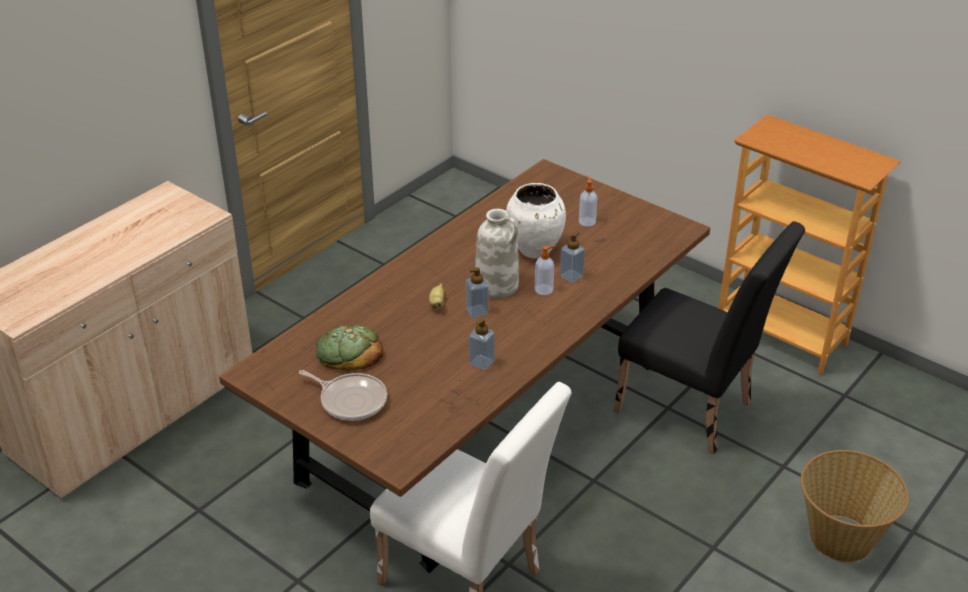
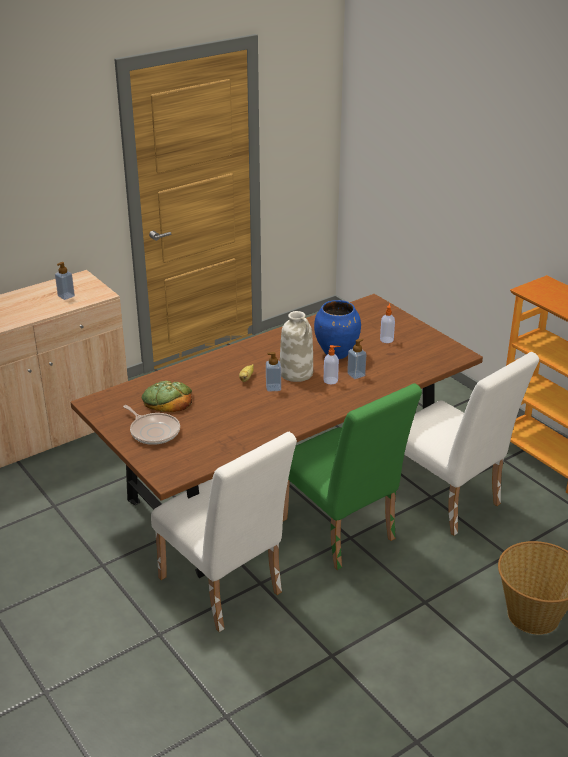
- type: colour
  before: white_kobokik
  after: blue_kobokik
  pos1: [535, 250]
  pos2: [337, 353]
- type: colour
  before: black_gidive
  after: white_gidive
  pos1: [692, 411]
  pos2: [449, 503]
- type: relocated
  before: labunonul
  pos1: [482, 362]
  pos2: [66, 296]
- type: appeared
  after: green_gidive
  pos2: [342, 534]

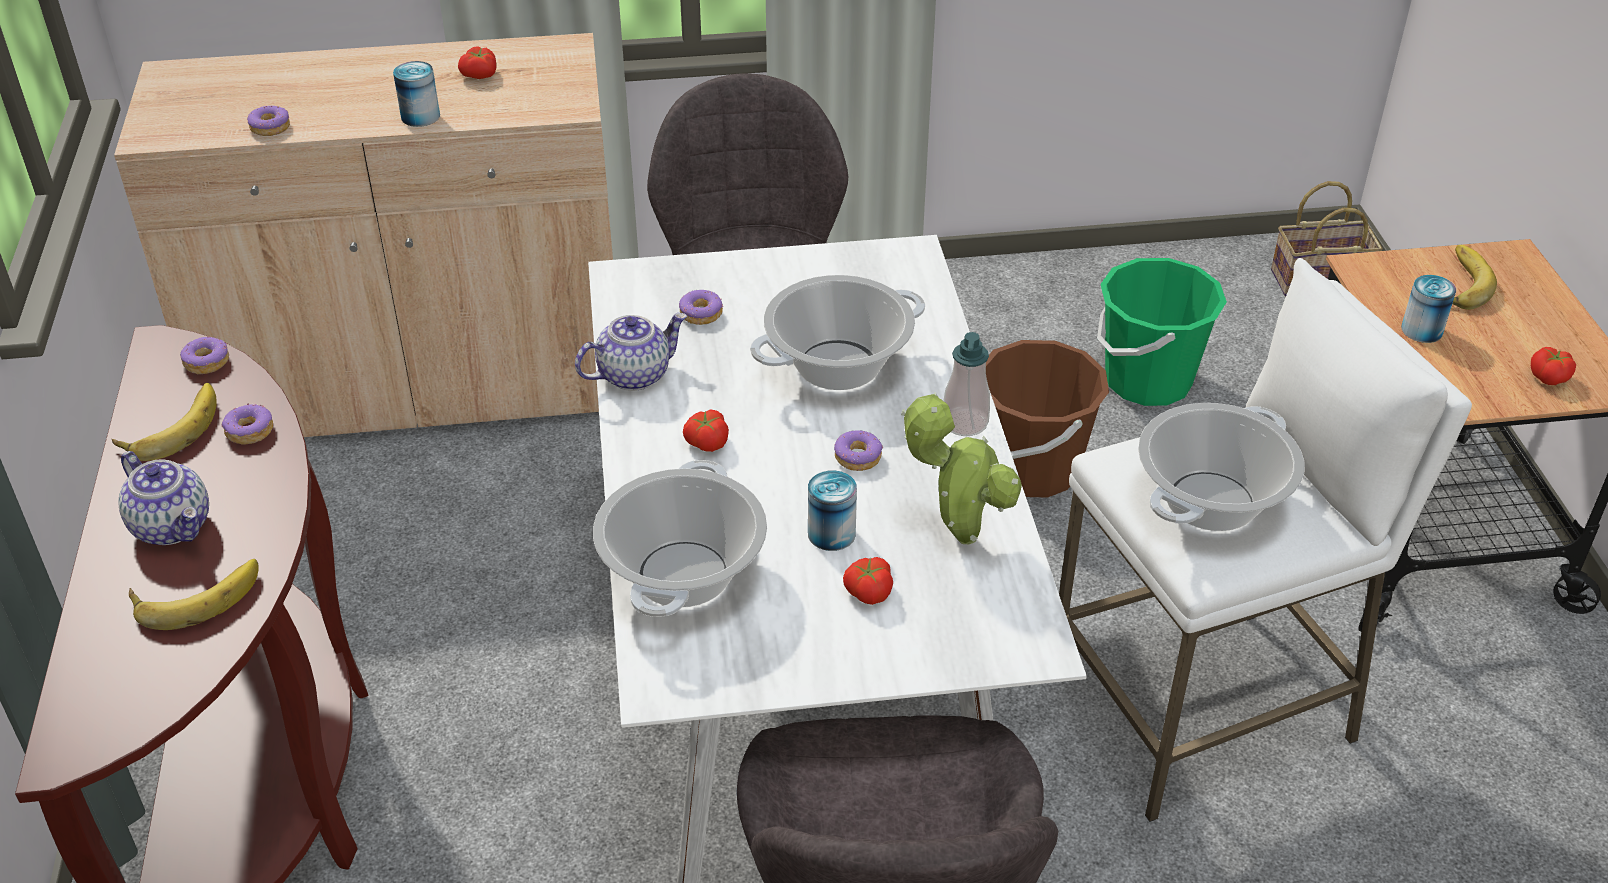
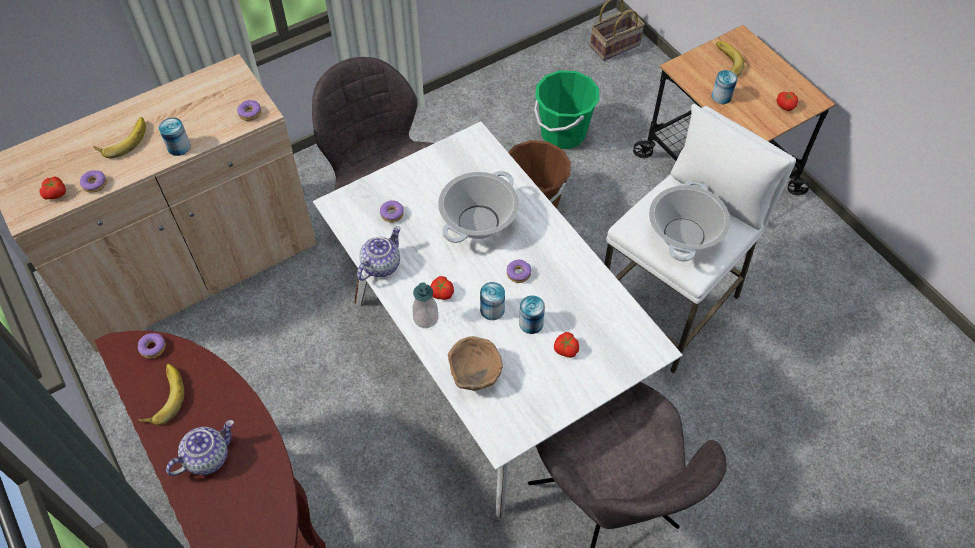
- type: relocated
  before: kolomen
  pos1: [481, 75]
  pos2: [56, 194]
- type: relocated
  before: labunonul
  pos1: [965, 423]
  pos2: [426, 318]
- type: missing
  before: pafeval
  pos1: [958, 535]
- type: relocated
  before: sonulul
  pos1: [249, 431]
  pos2: [250, 113]
- type: spun
  before: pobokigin
  pos1: [173, 526]
  pos2: [207, 457]
  turn: -60
- type: exchanged
  before: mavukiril
  after: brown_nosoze
  pos1: [684, 574]
  pos2: [476, 374]
- type: relocated
  before: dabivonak
  pos1: [196, 595]
  pos2: [123, 139]
- type: appeared
  after: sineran
  pos2: [492, 309]

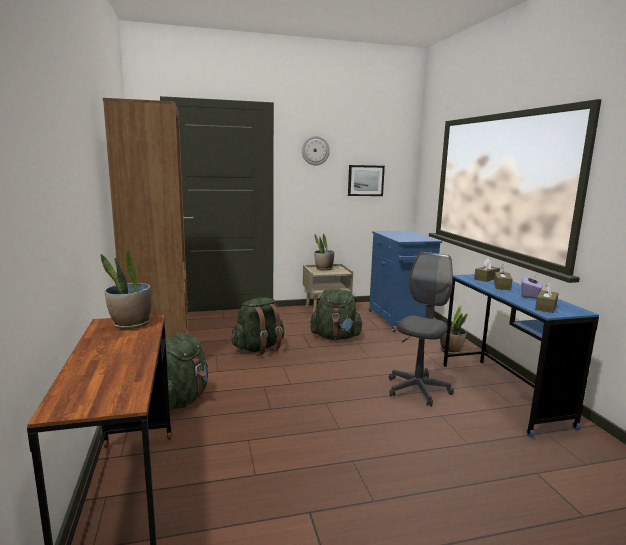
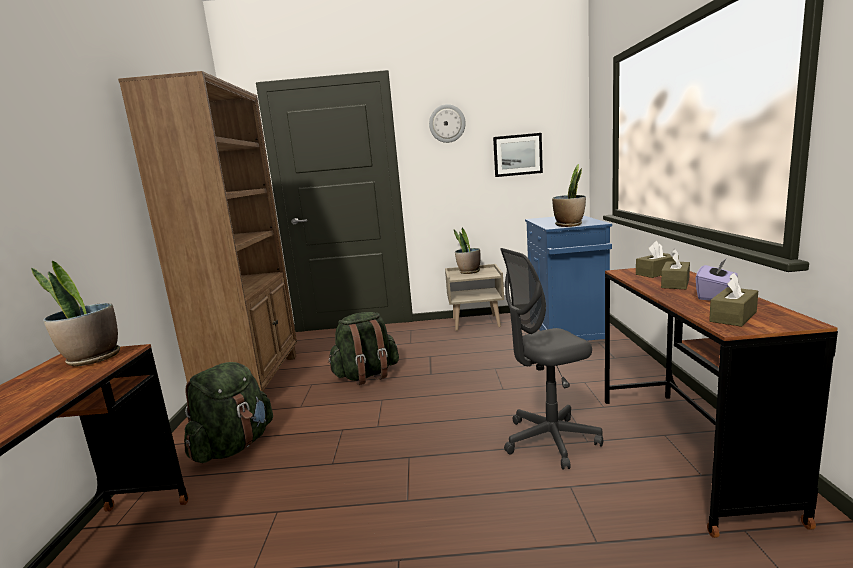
- type: spun
  before: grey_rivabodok
  pos1: [417, 390]
  pos2: [550, 441]
  turn: -150
- type: colour
  before: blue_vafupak
  after: brown_vafupak
  pos1: [502, 393]
  pos2: [685, 451]
- type: missing
  before: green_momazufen
  pos1: [335, 337]
- type: relocated
  before: pafeval
  pos1: [451, 351]
  pos2: [569, 225]

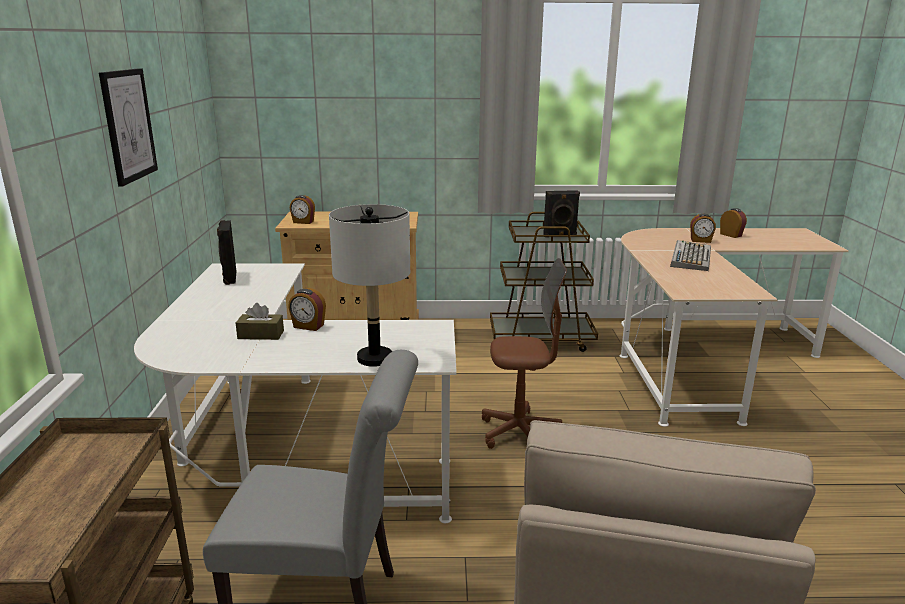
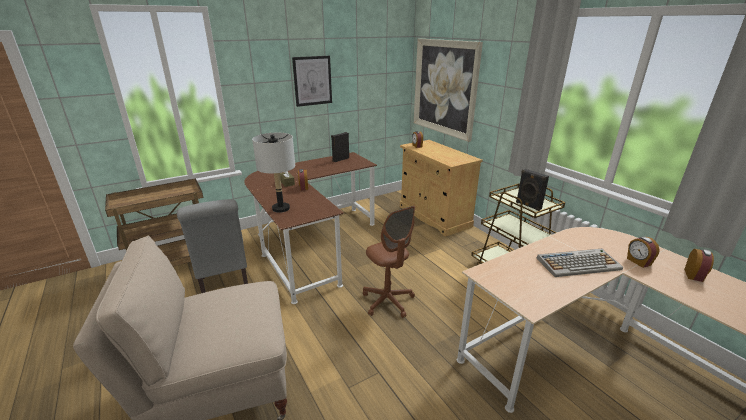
- type: colour
  before: white_vafupak
  after: brown_vafupak
  pos1: [287, 456]
  pos2: [311, 244]
- type: appeared
  after: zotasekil
  pos2: [445, 88]

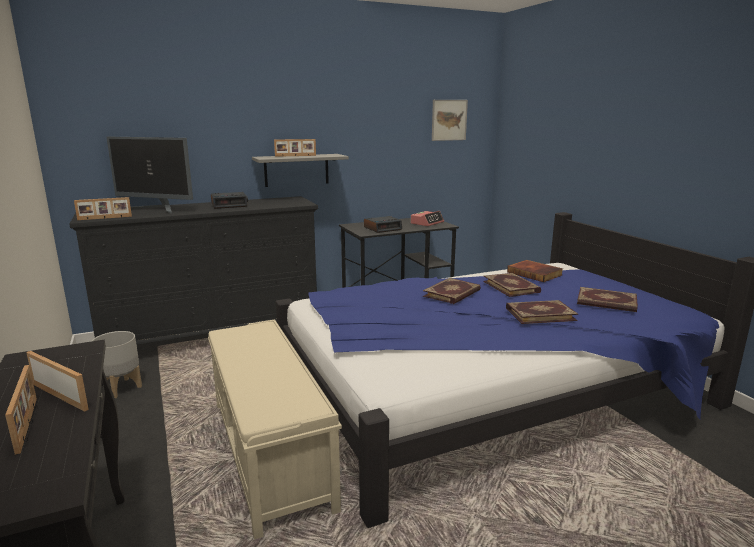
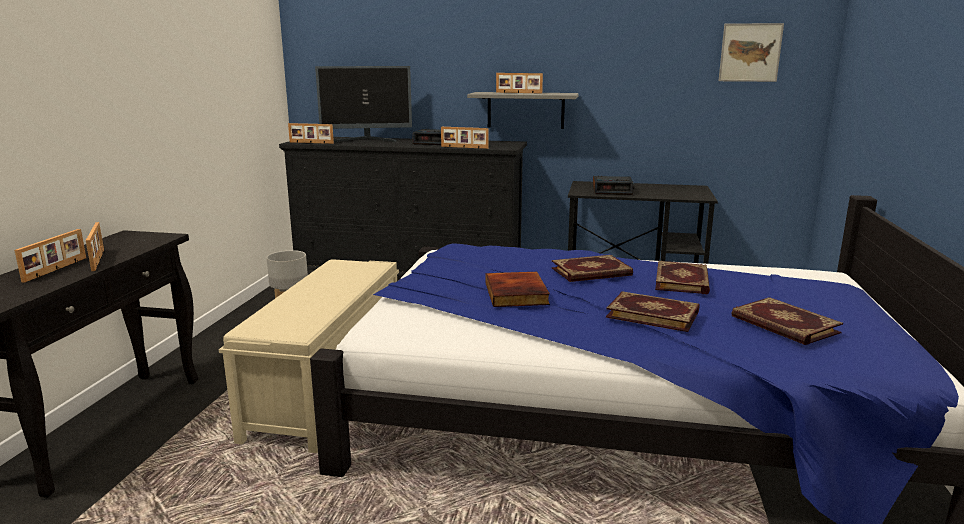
- type: spun
  before: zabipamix
  pos1: [157, 209]
  pos2: [367, 140]
  turn: -60
- type: missing
  before: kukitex
  pos1: [427, 223]
- type: relocated
  before: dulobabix
  pos1: [535, 273]
  pos2: [518, 293]
- type: appeared
  after: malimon
  pos2: [464, 147]

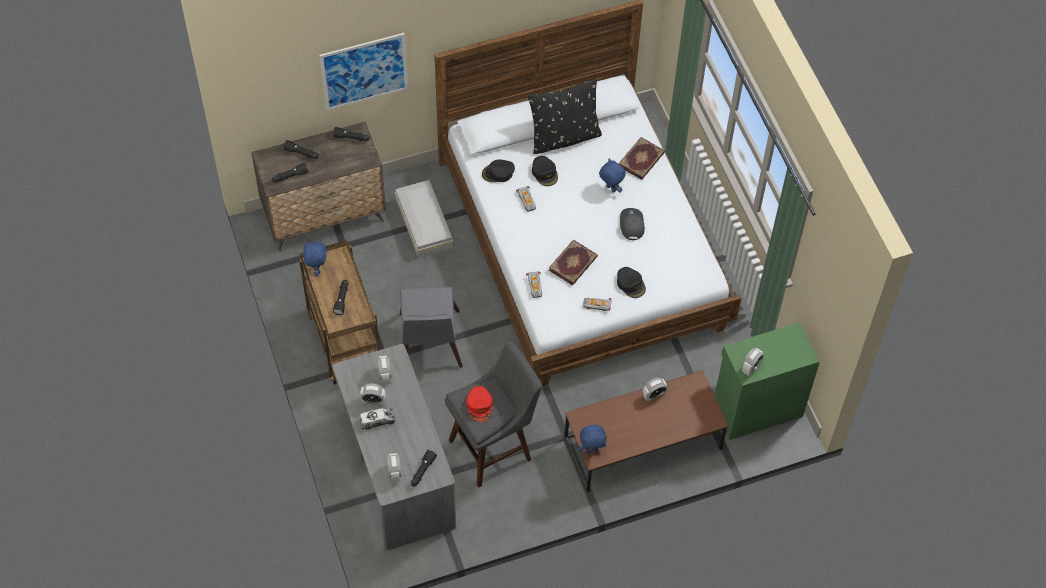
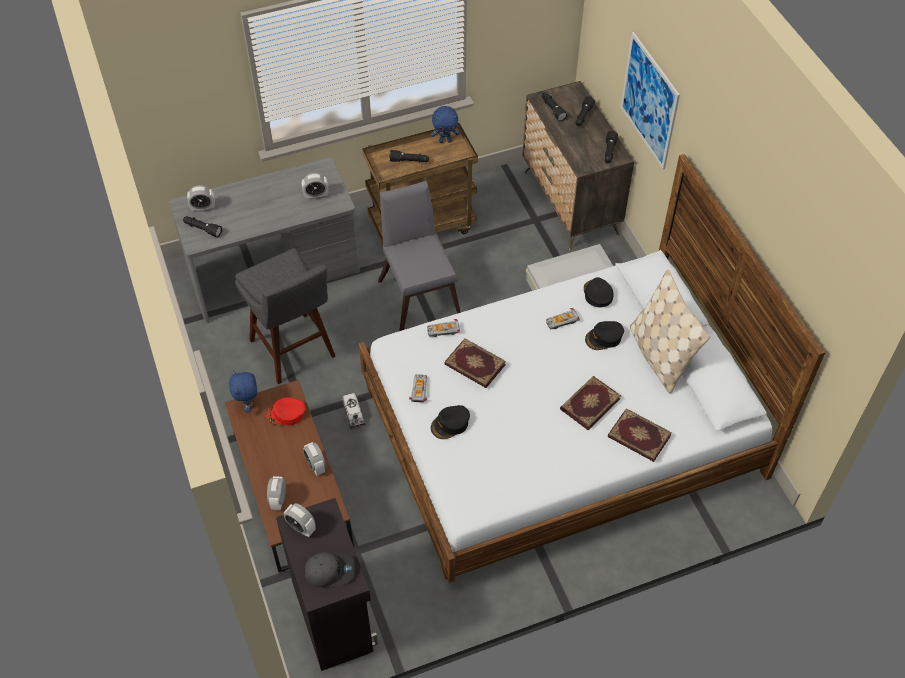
- type: colour
  before: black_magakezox
  after: beige_magakezox
  pos1: [564, 138]
  pos2: [659, 356]
- type: exchanged
  before: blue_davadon
  after: dulobabix
  pos1: [610, 189]
  pos2: [589, 403]
- type: relocated
  before: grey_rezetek
  pos1: [631, 225]
  pos2: [330, 571]
- type: spun
  before: grey_gidive
  pos1: [429, 345]
  pos2: [418, 293]
  turn: 75
- type: colour
  before: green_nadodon
  after: black_nadodon
  pos1: [756, 409]
  pos2: [333, 615]
- type: relocated
  before: kukitex
  pos1: [373, 401]
  pos2: [278, 500]
- type: relocated
  before: red_rezetek
  pos1: [480, 405]
  pos2: [286, 414]
- type: relocated
  before: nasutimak
  pos1: [377, 421]
  pos2: [353, 414]

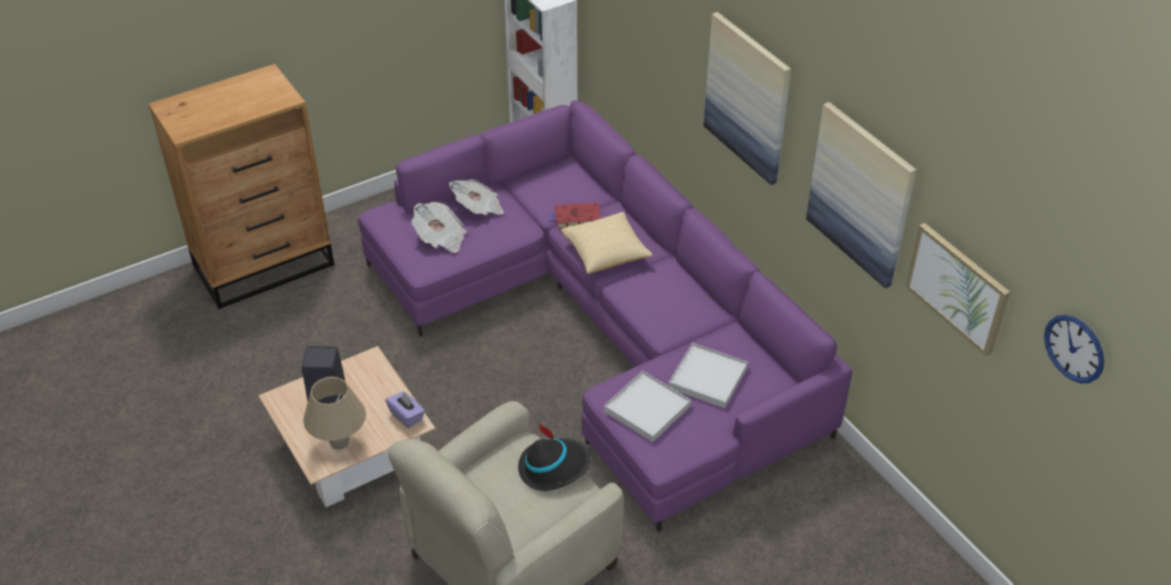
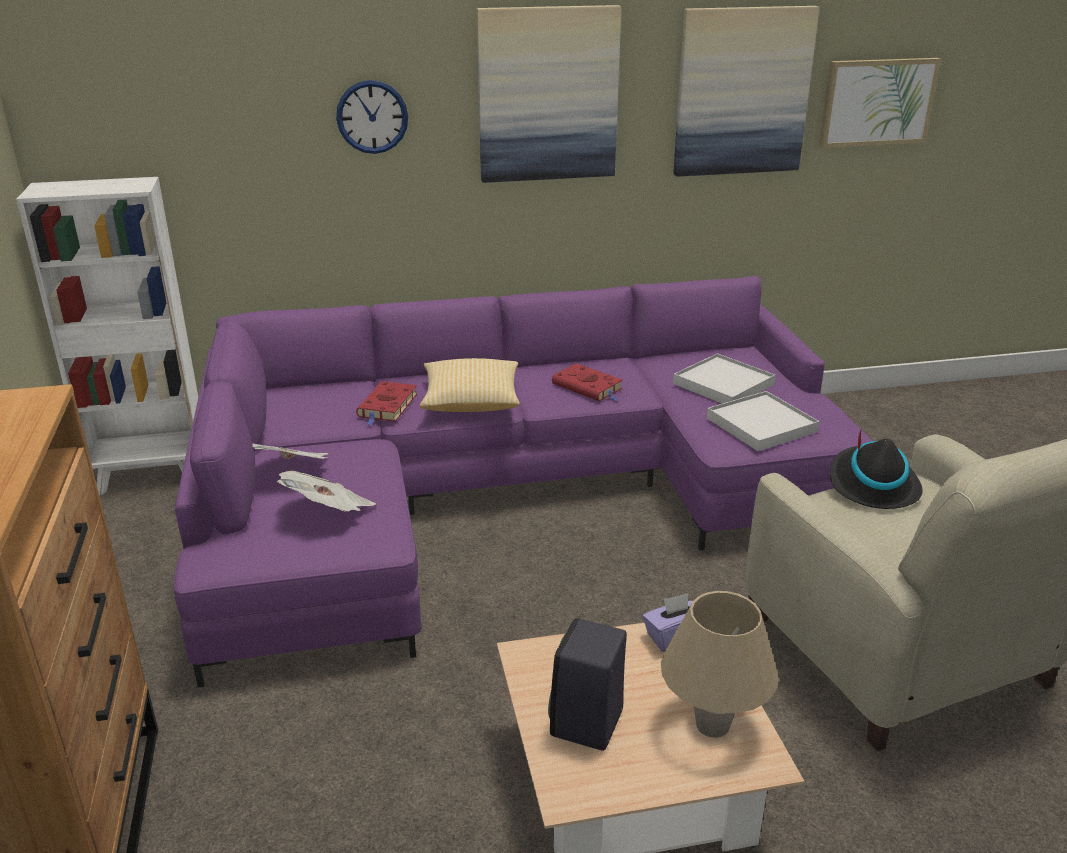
- type: relocated
  before: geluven
  pos1: [1074, 348]
  pos2: [372, 117]
- type: appeared
  after: red_dulobabix
  pos2: [589, 387]

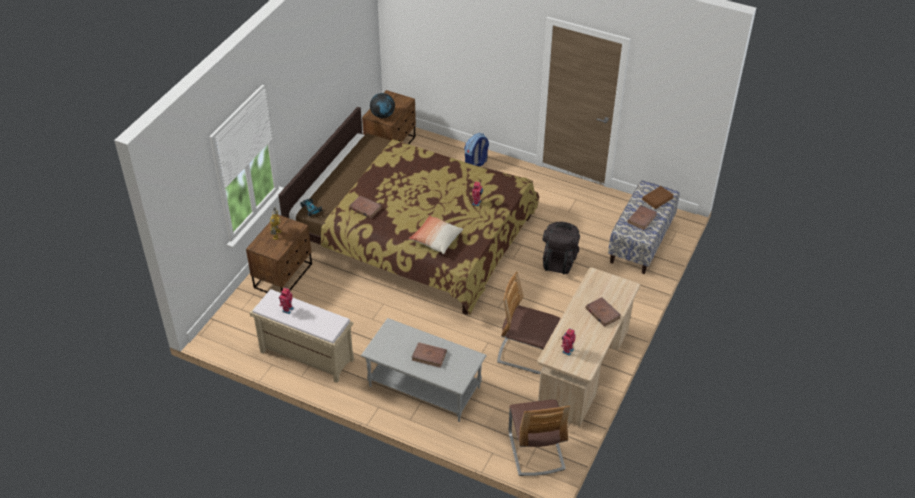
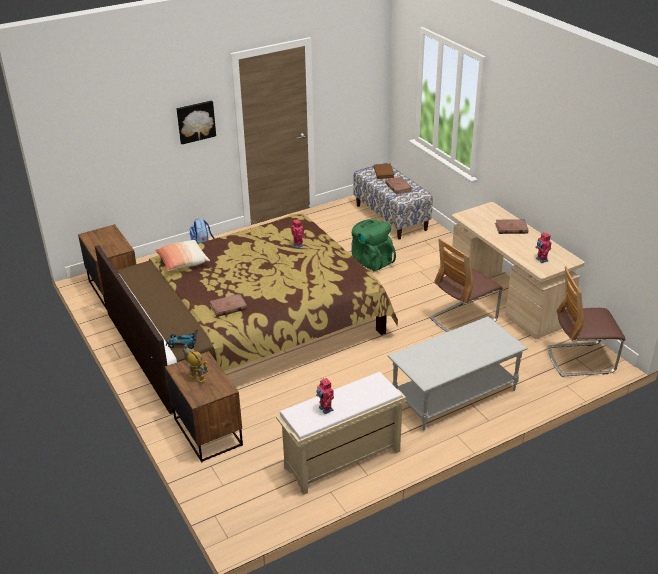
- type: missing
  before: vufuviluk
  pos1: [383, 115]
- type: relocated
  before: magakezox
  pos1: [436, 240]
  pos2: [182, 262]
- type: colour
  before: black_momazufen
  after: green_momazufen
  pos1: [559, 261]
  pos2: [371, 261]
- type: missing
  before: brown_dulobabix
  pos1: [429, 356]
- type: spun
  before: gidive
  pos1: [536, 451]
  pos2: [580, 360]
  turn: 150
- type: appeared
  after: zotasekil
  pos2: [195, 121]

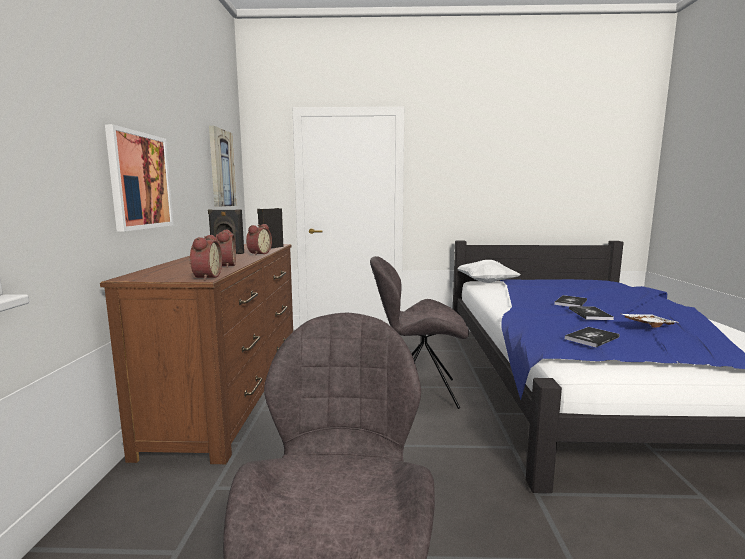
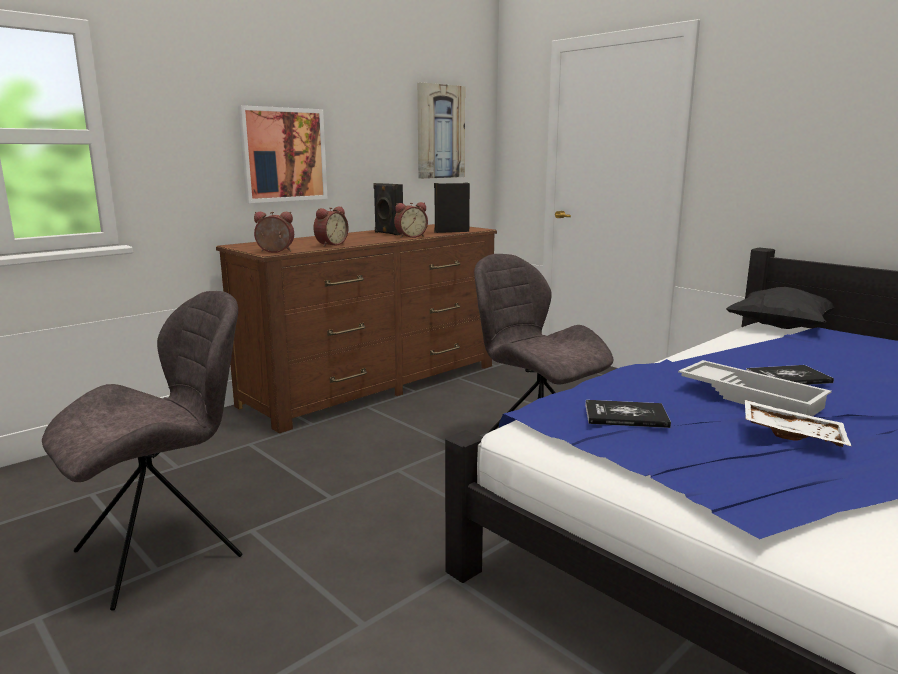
- type: spun
  before: kukitex
  pos1: [205, 277]
  pos2: [275, 252]
  turn: -135
- type: colour
  before: white_magakezox
  after: black_magakezox
  pos1: [485, 282]
  pos2: [780, 327]
- type: exchanged
  before: dulobabix
  after: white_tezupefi
  pos1: [590, 314]
  pos2: [751, 397]

